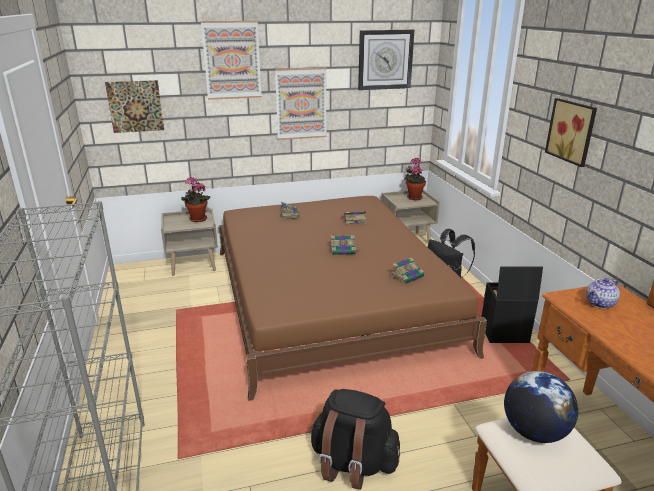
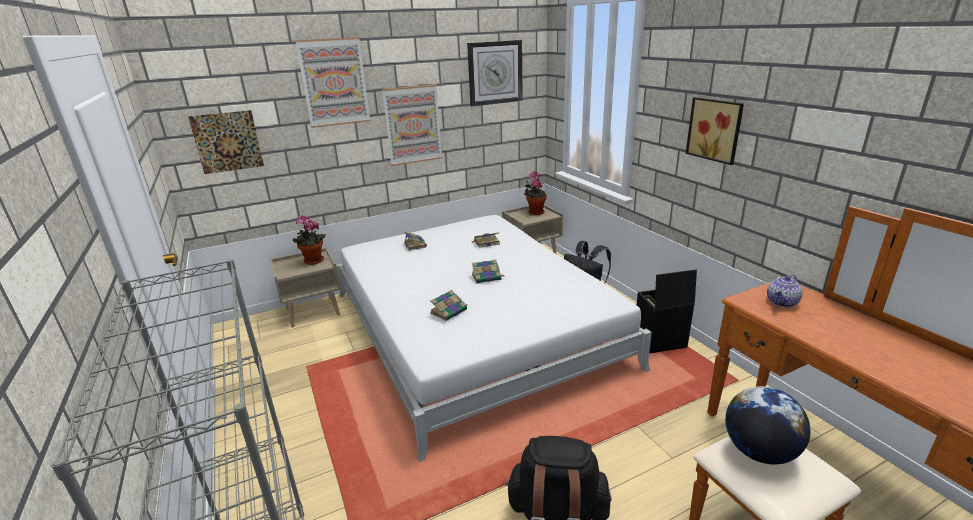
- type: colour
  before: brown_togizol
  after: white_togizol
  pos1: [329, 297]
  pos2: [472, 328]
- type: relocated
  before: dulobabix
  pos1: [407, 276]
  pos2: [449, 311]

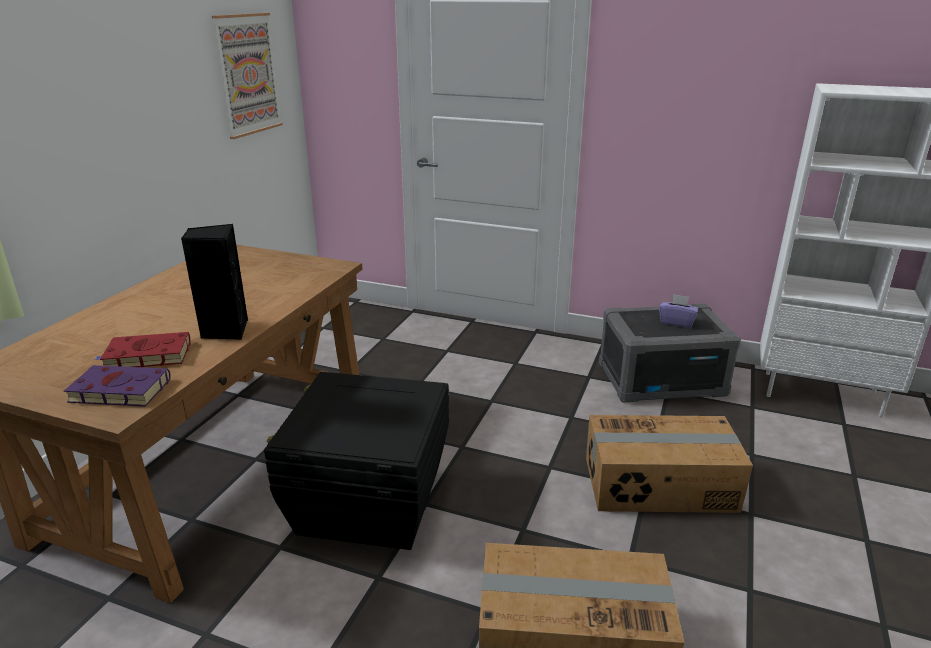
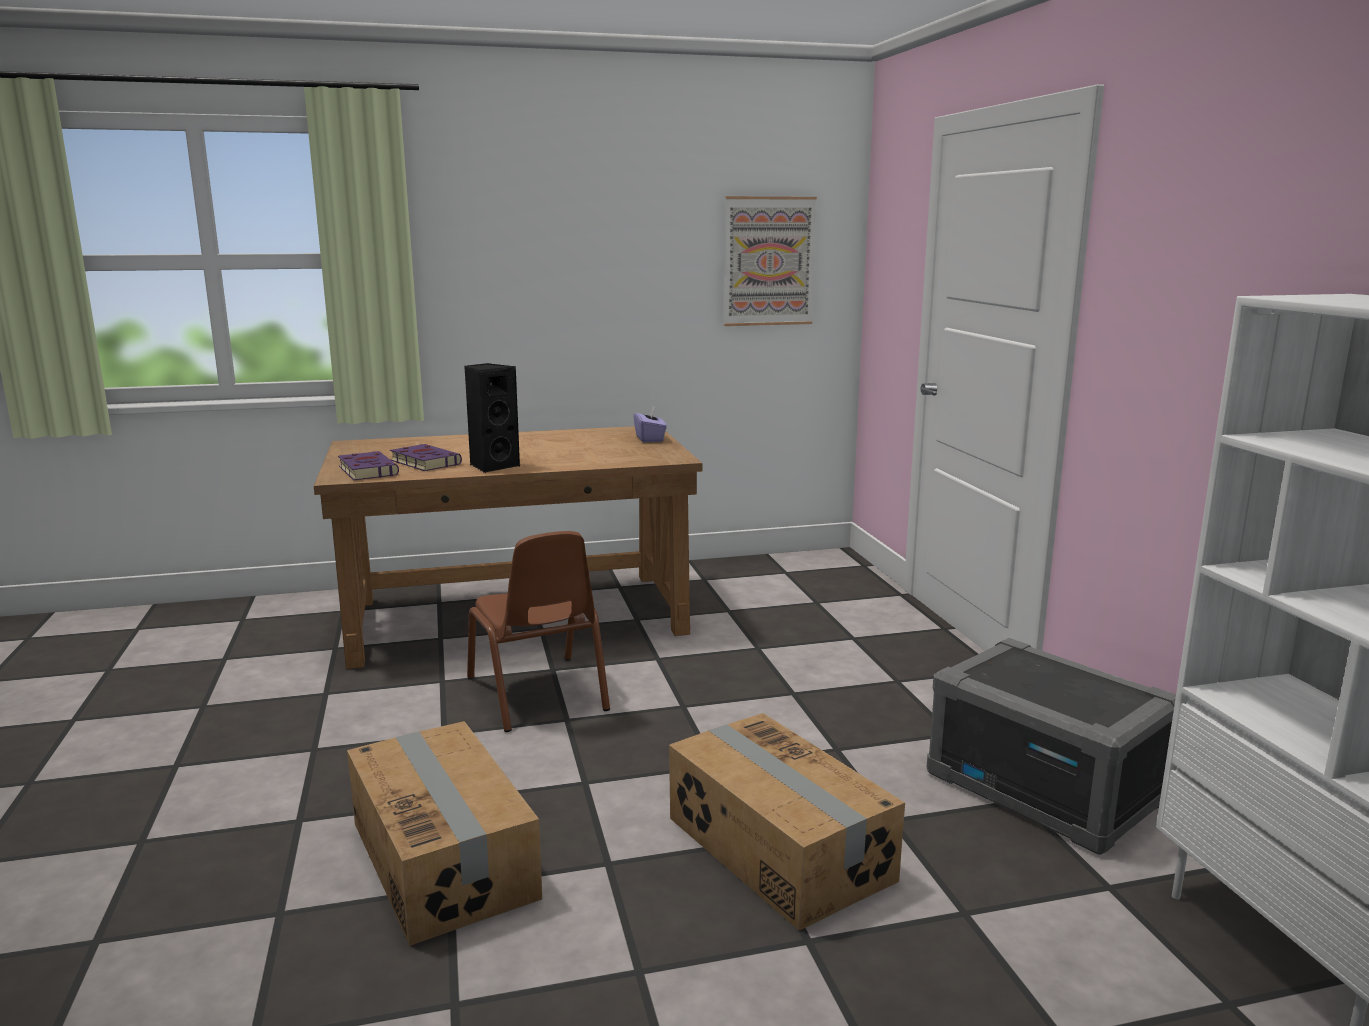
- type: relocated
  before: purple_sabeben
  pos1: [676, 322]
  pos2: [650, 439]
- type: colour
  before: red_dulobabix
  after: purple_dulobabix
  pos1: [145, 356]
  pos2: [424, 462]
- type: exchanged
  before: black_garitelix
  after: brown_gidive
  pos1: [368, 503]
  pos2: [537, 694]

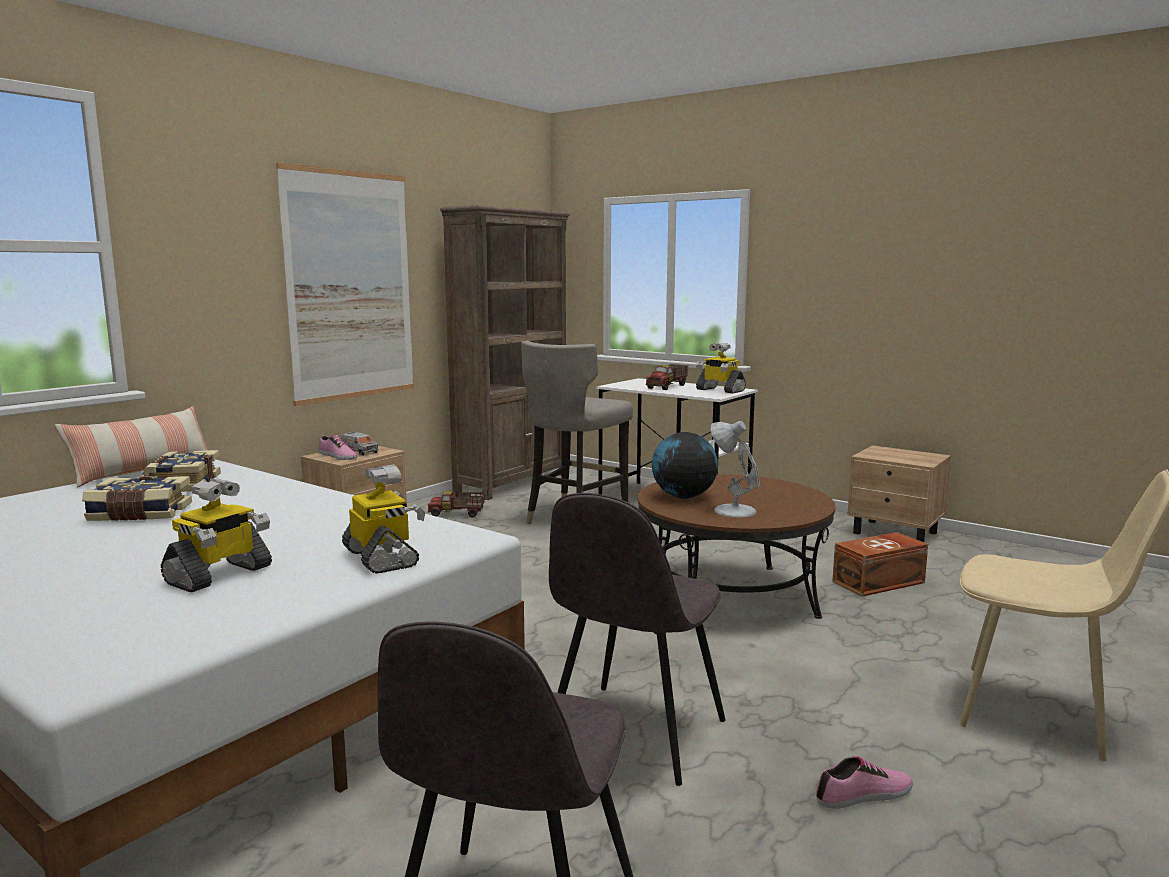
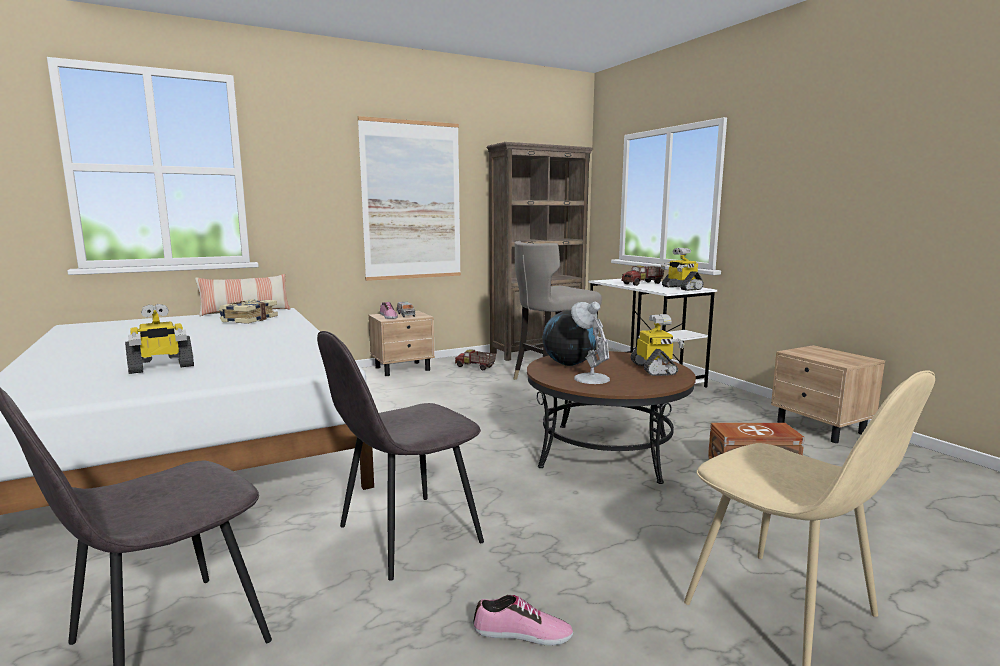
- type: relocated
  before: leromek
  pos1: [382, 558]
  pos2: [654, 369]
- type: missing
  before: dulobabix
  pos1: [139, 514]

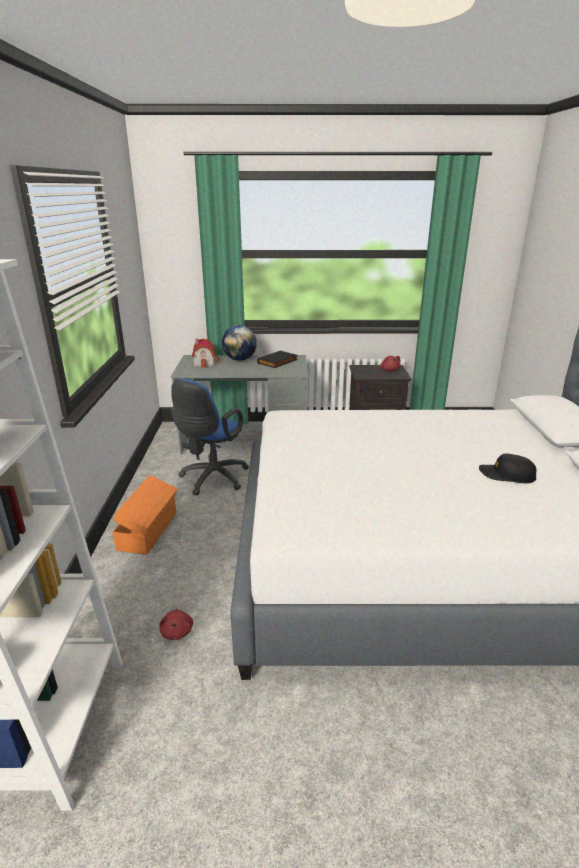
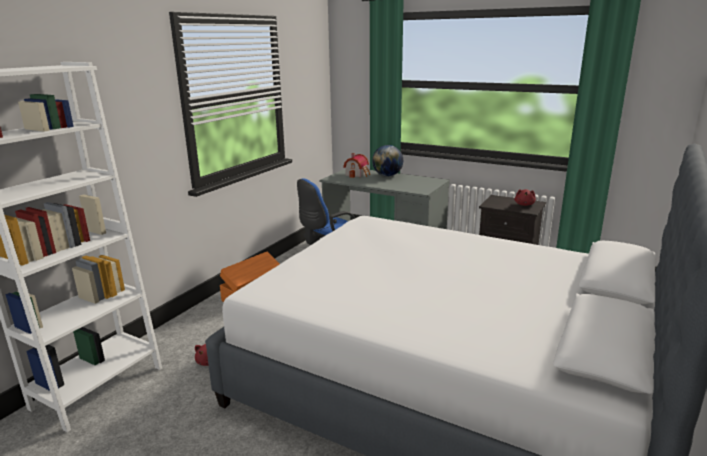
- type: missing
  before: black_dulobabix
  pos1: [278, 362]
- type: missing
  before: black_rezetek
  pos1: [506, 475]

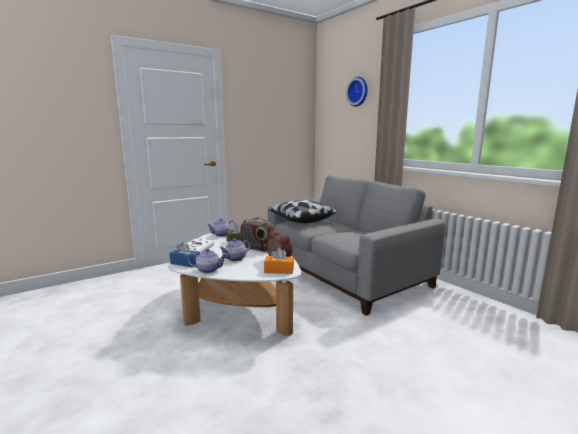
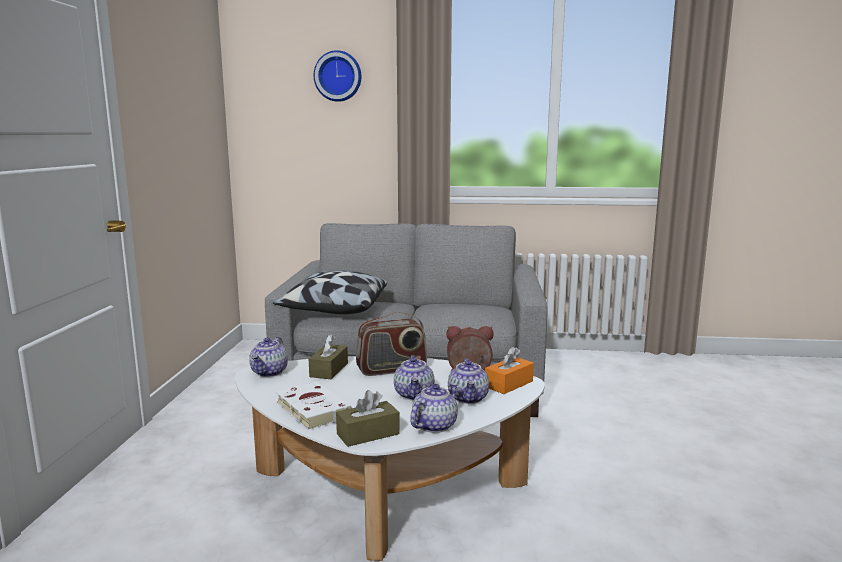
- type: colour
  before: blue_sabeben
  after: brown_sabeben
  pos1: [185, 263]
  pos2: [368, 434]
- type: appeared
  after: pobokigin
  pos2: [468, 398]

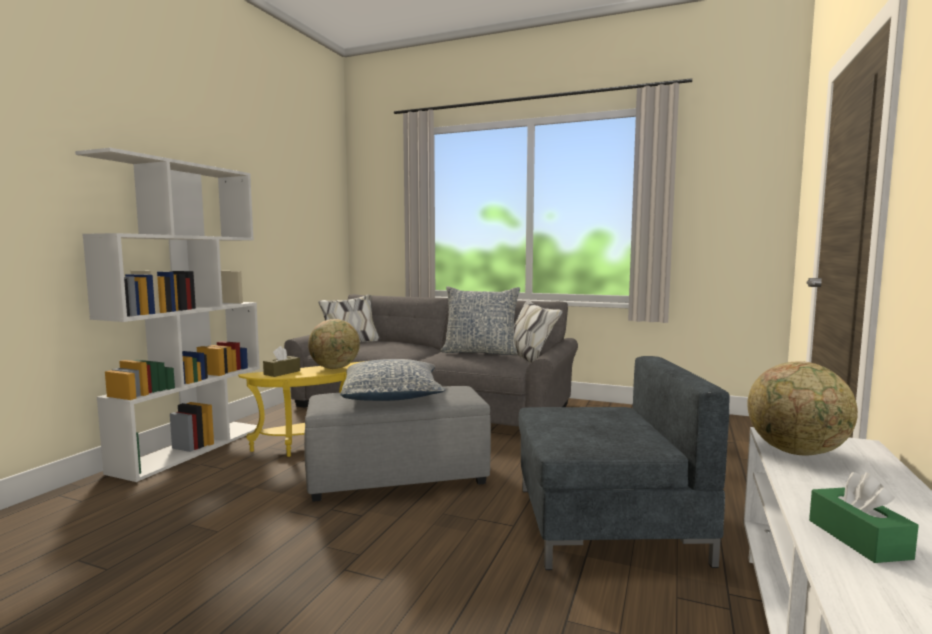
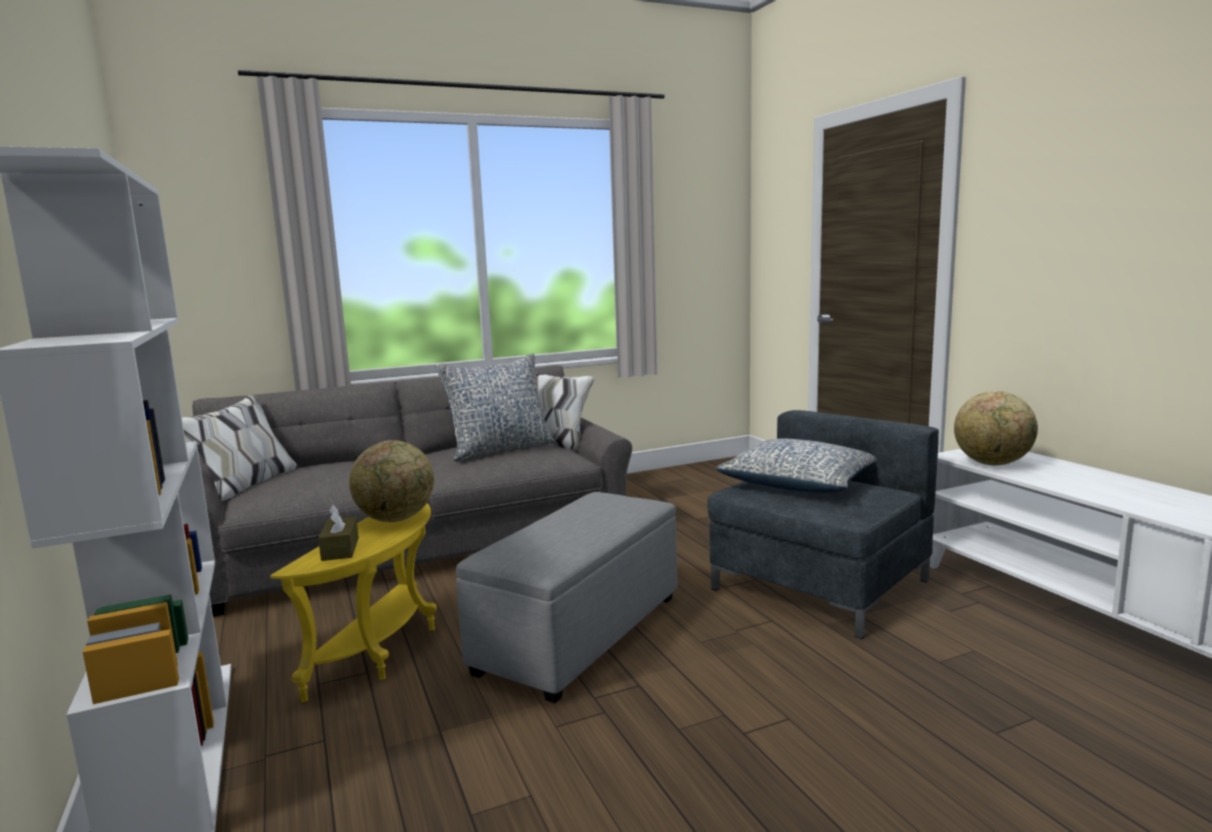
- type: relocated
  before: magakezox
  pos1: [392, 396]
  pos2: [800, 484]
- type: missing
  before: green_sabeben
  pos1: [858, 539]

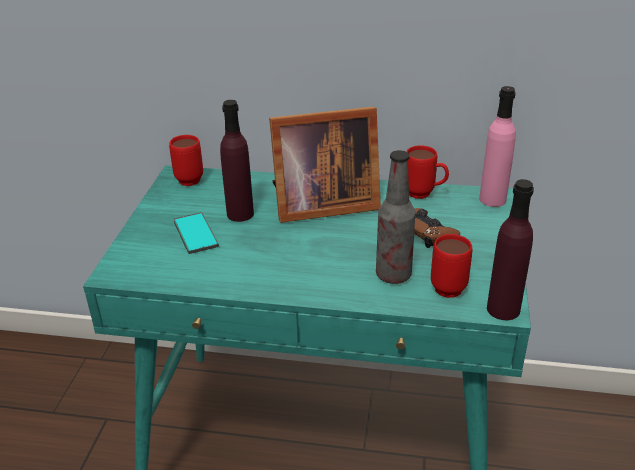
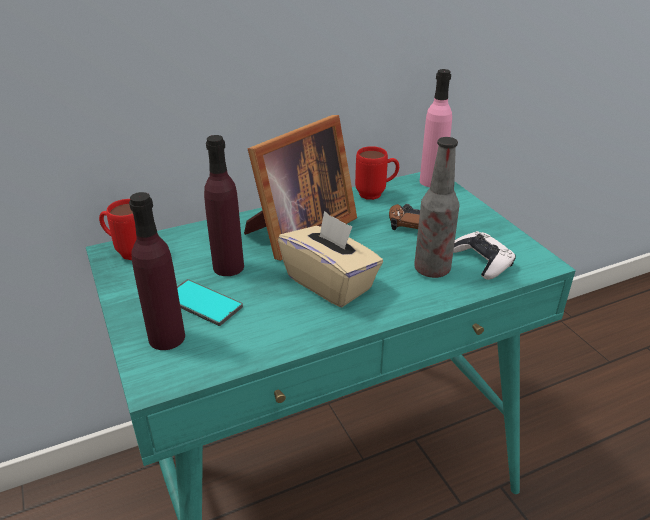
- type: relocated
  before: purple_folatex
  pos1: [503, 309]
  pos2: [167, 337]
- type: exchanged
  before: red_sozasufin
  after: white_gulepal
  pos1: [448, 285]
  pos2: [482, 260]
- type: appeared
  after: beige_sabeben
  pos2: [330, 283]

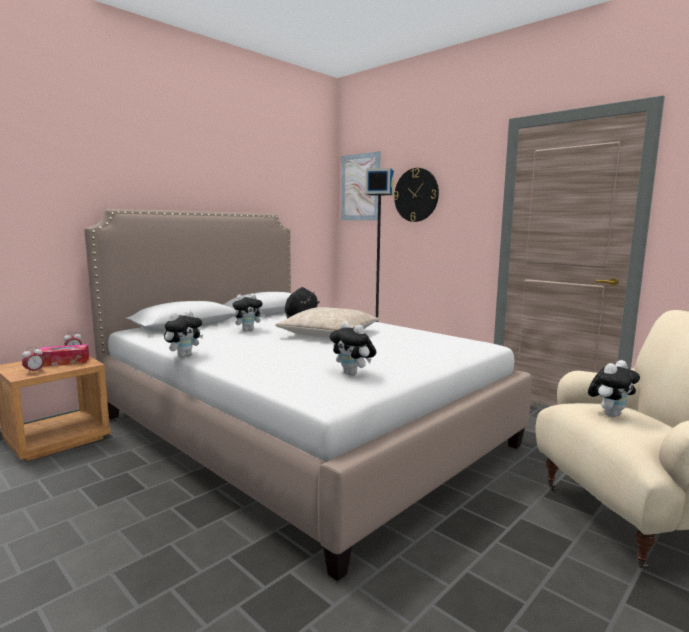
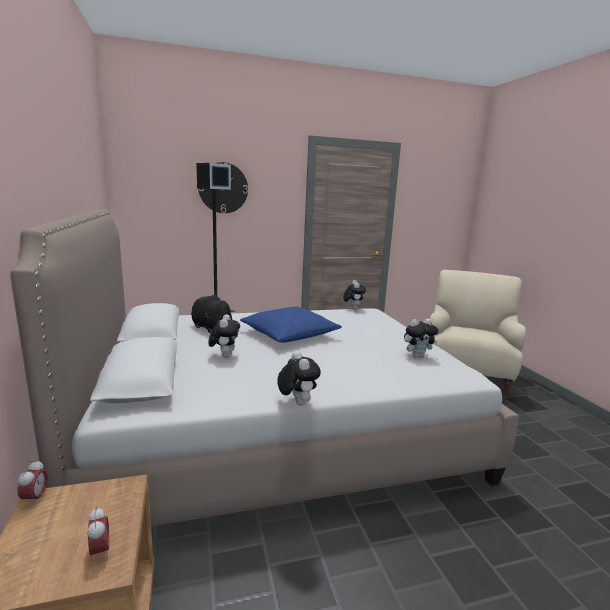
- type: missing
  before: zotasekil
  pos1: [360, 187]
- type: colour
  before: beige_magakezox
  after: blue_magakezox
  pos1: [329, 334]
  pos2: [289, 334]
- type: missing
  before: sabeben
  pos1: [64, 362]
- type: relocated
  before: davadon
  pos1: [610, 414]
  pos2: [353, 308]

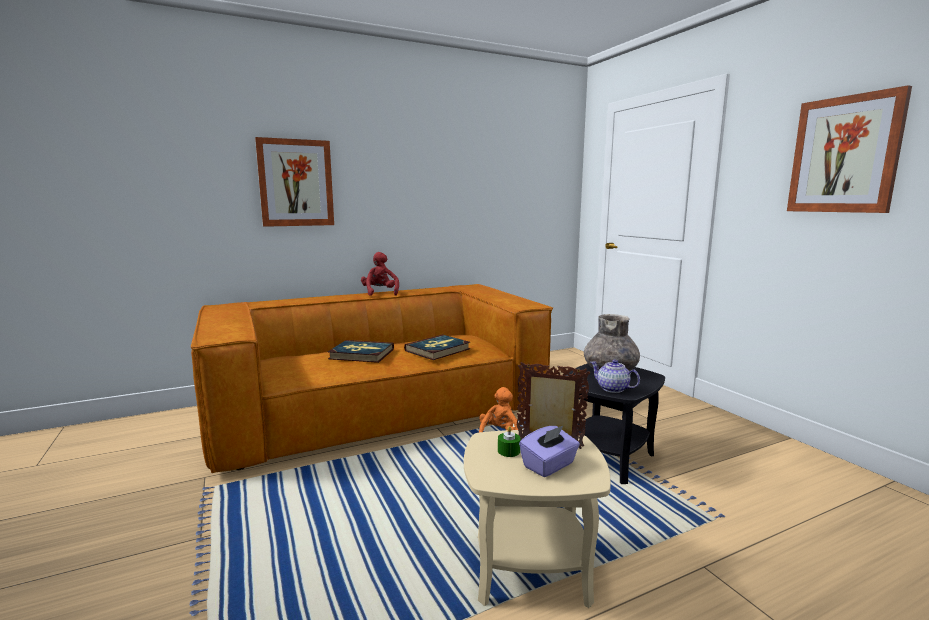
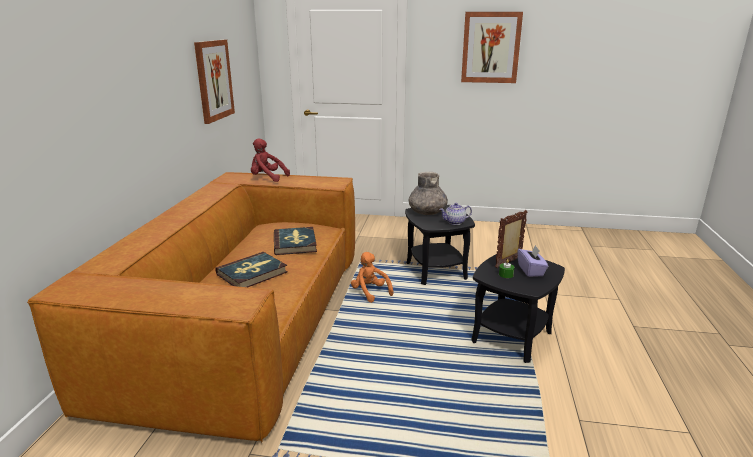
- type: relocated
  before: zotasekil
  pos1: [296, 183]
  pos2: [214, 80]
- type: relocated
  before: red_davadon
  pos1: [380, 293]
  pos2: [267, 178]
- type: colour
  before: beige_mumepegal
  after: black_mumepegal
  pos1: [530, 568]
  pos2: [511, 337]

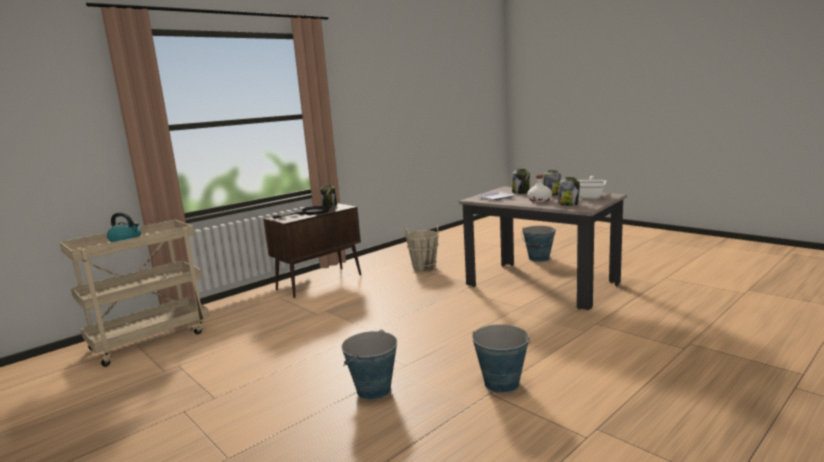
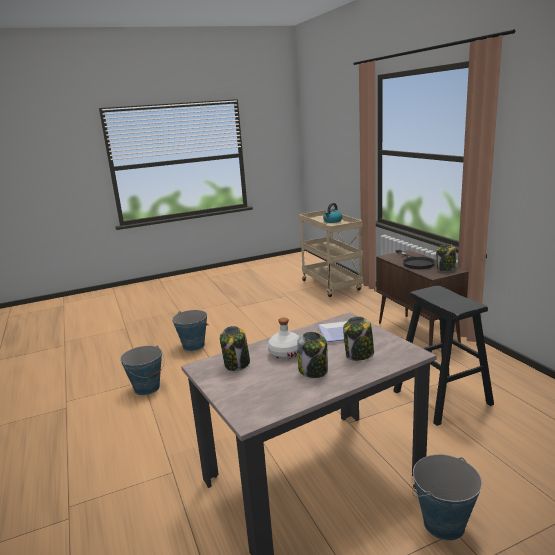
- type: missing
  before: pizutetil
  pos1: [590, 196]
- type: exchanged
  before: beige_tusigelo
  after: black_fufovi
  pos1: [424, 267]
  pos2: [442, 397]

